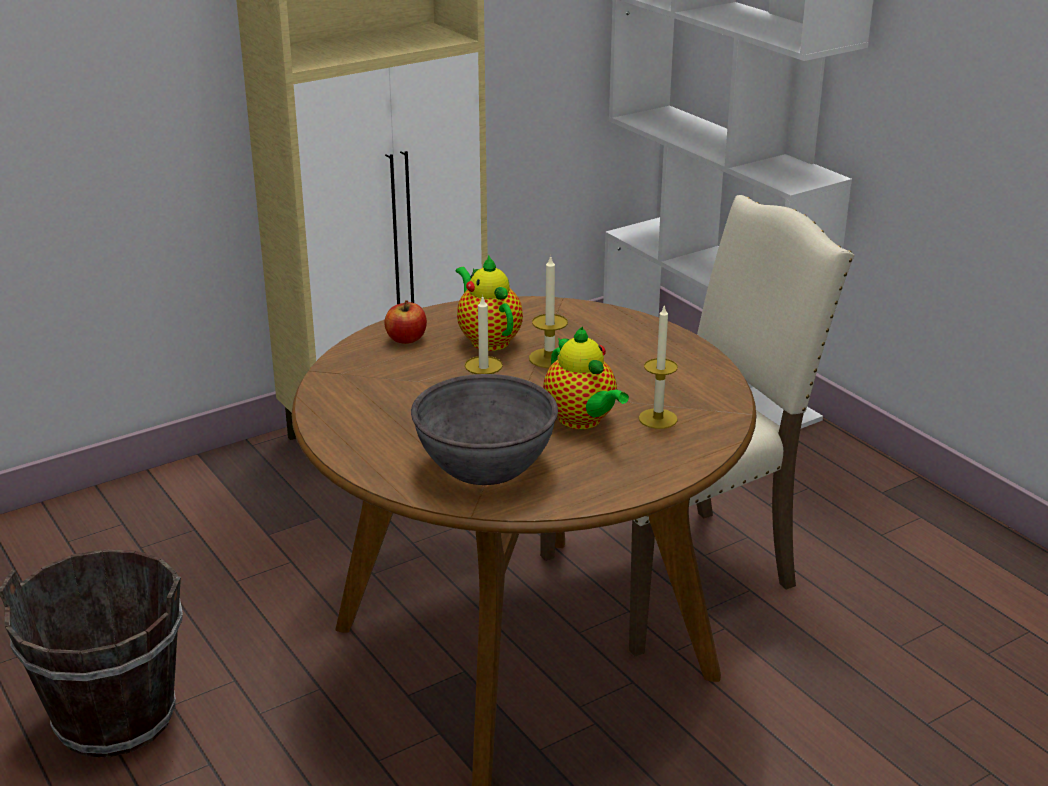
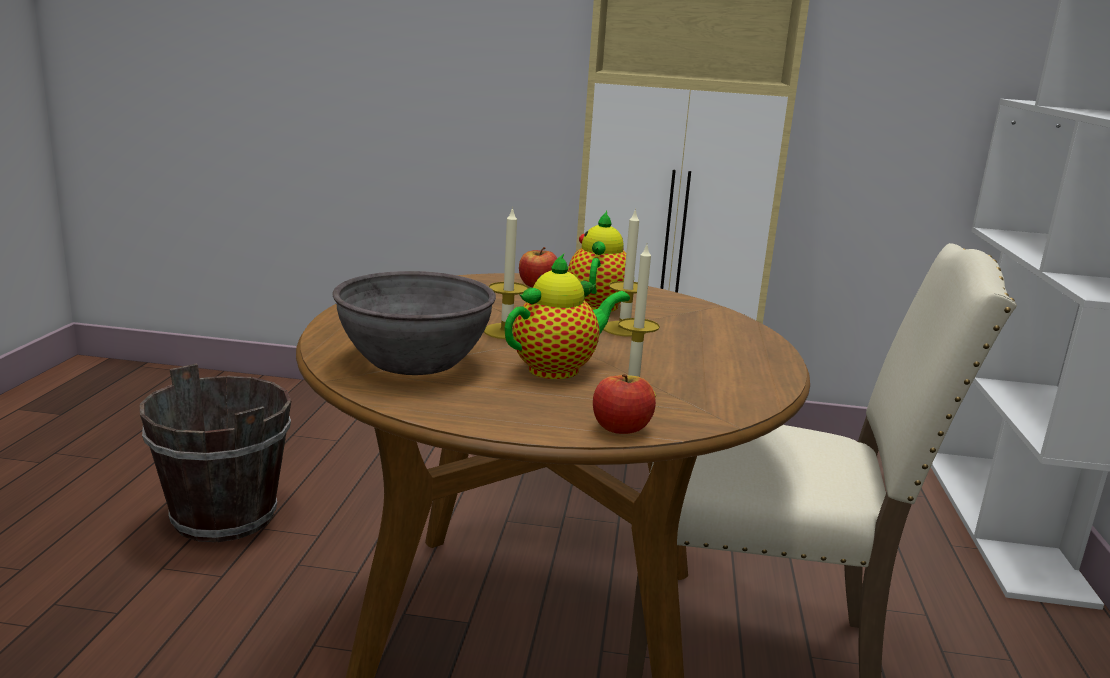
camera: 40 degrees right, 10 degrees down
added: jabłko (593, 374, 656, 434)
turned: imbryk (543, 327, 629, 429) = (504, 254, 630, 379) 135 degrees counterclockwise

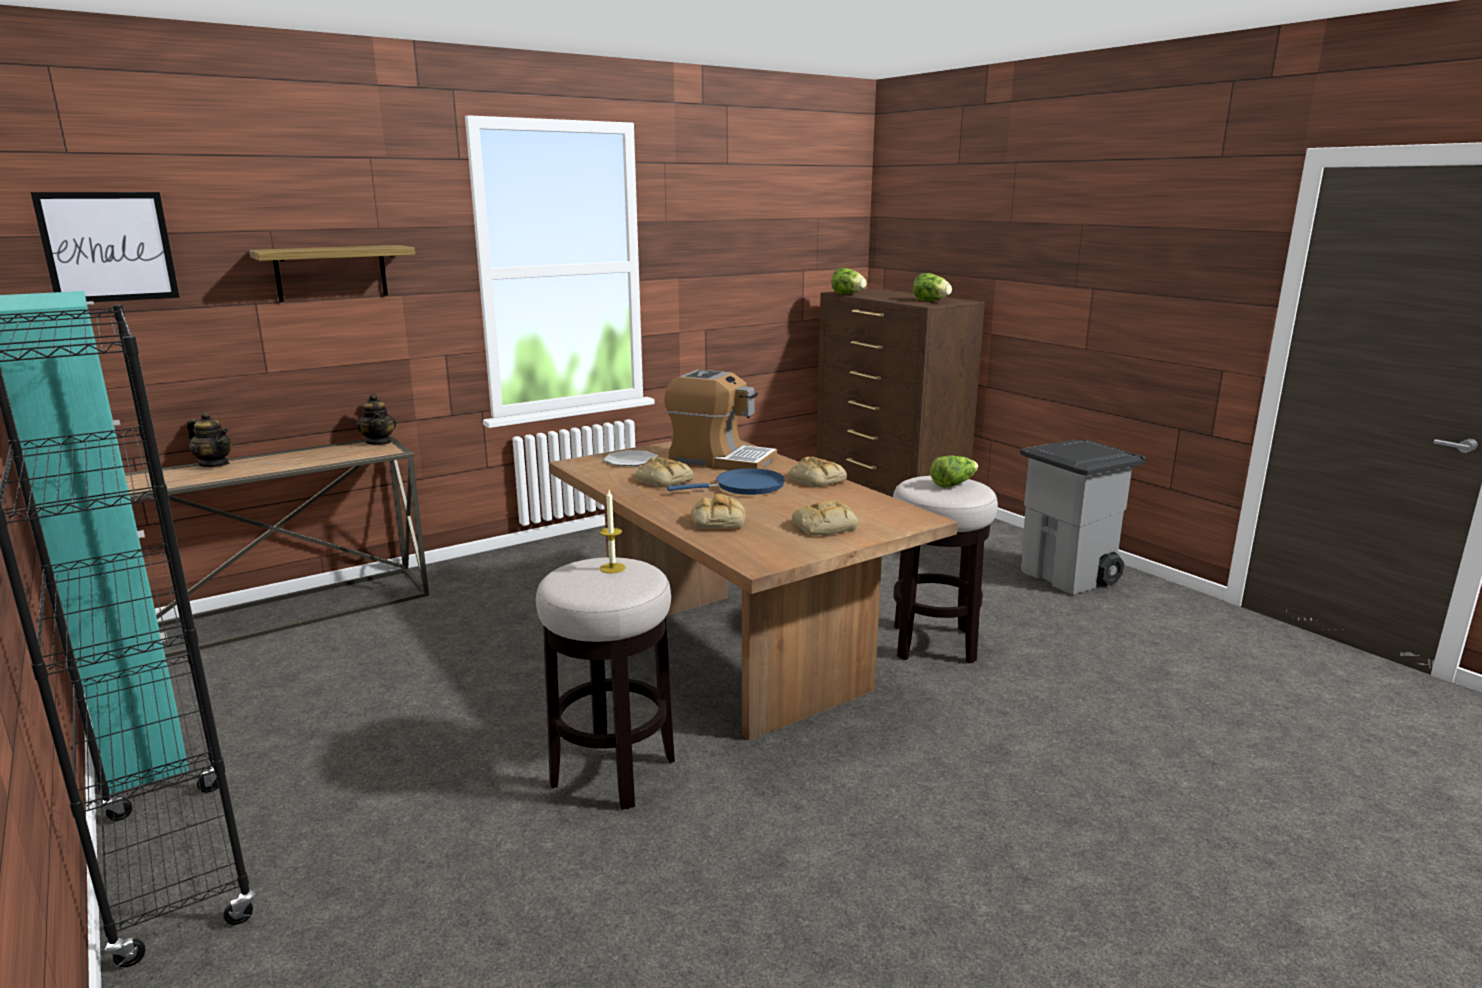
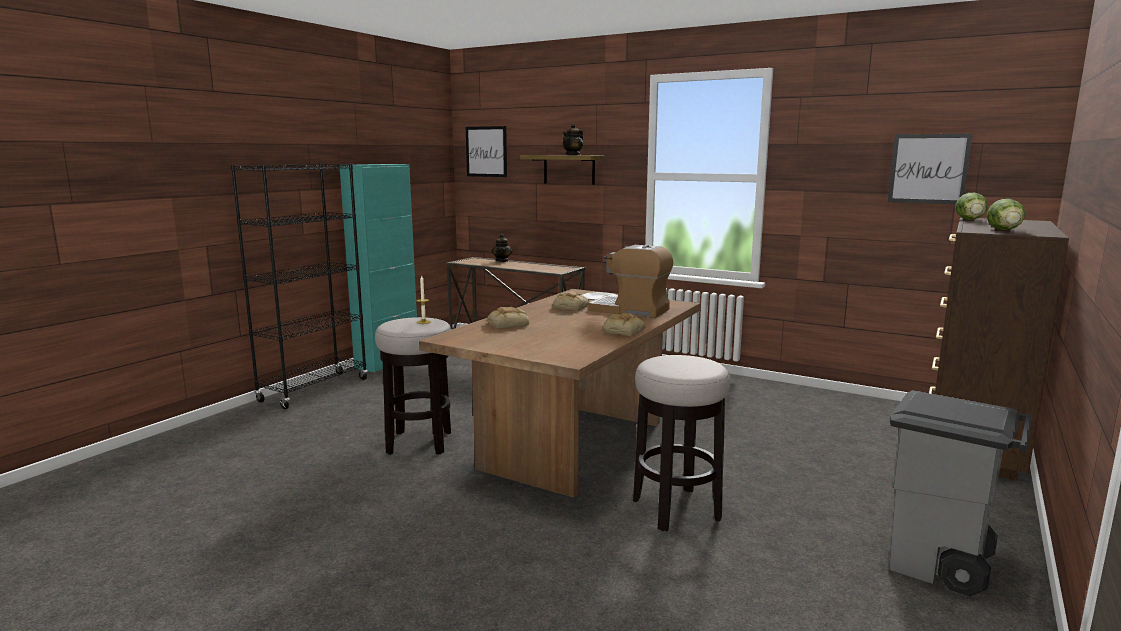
camera: 65 degrees right, 5 degrees down
removed: patelnia [niebieski] (667, 468, 785, 495); chleb (792, 500, 858, 536); sałata (930, 455, 978, 488)
added: obraz (888, 134, 973, 204)
moved: imbryk (356, 394, 396, 445) to (563, 124, 583, 155)
turned: ekspres do kawy (664, 370, 777, 470) = (588, 245, 673, 318) 120 degrees clockwise

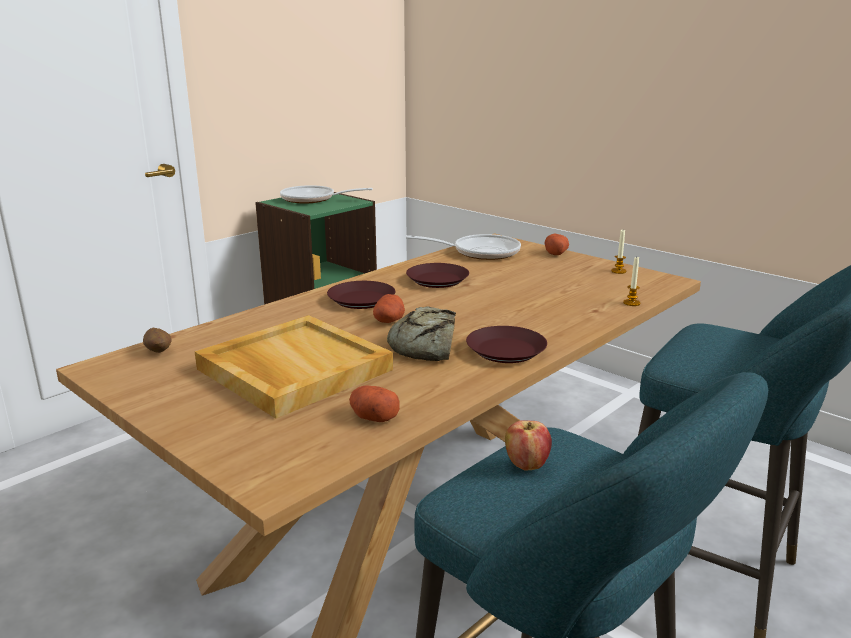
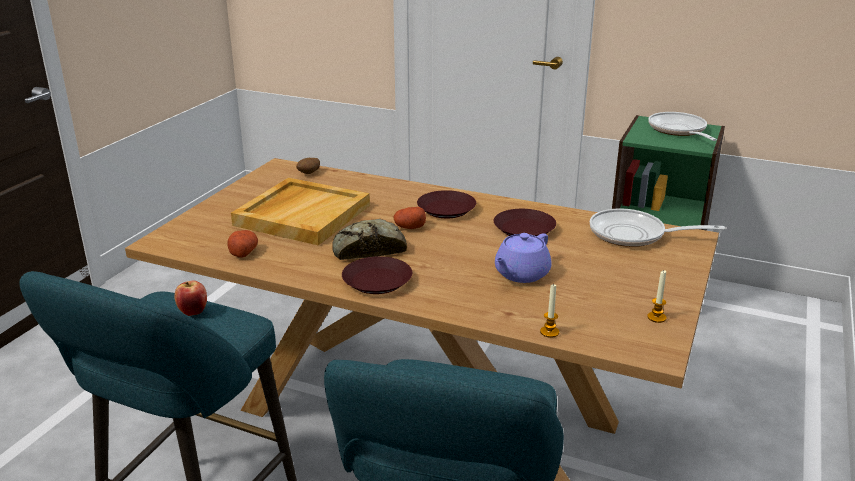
camera: 70 degrees right, 5 degrees up
removed: ziemniak (544, 234, 569, 255)
added: imbryk [fioletowy] (495, 233, 551, 283)
turned: patelnia (406, 234, 521, 260) = (590, 208, 725, 247) 120 degrees clockwise

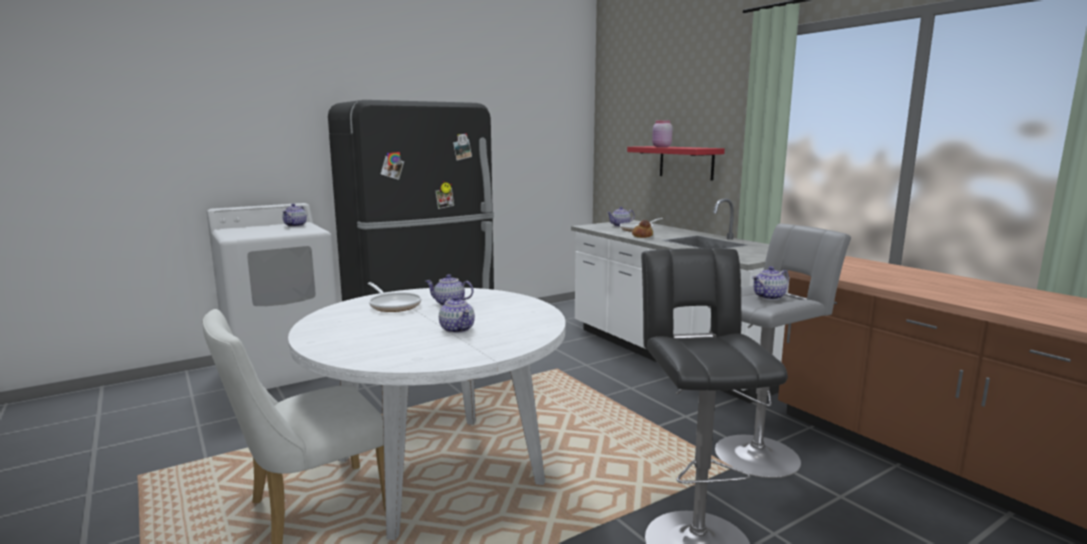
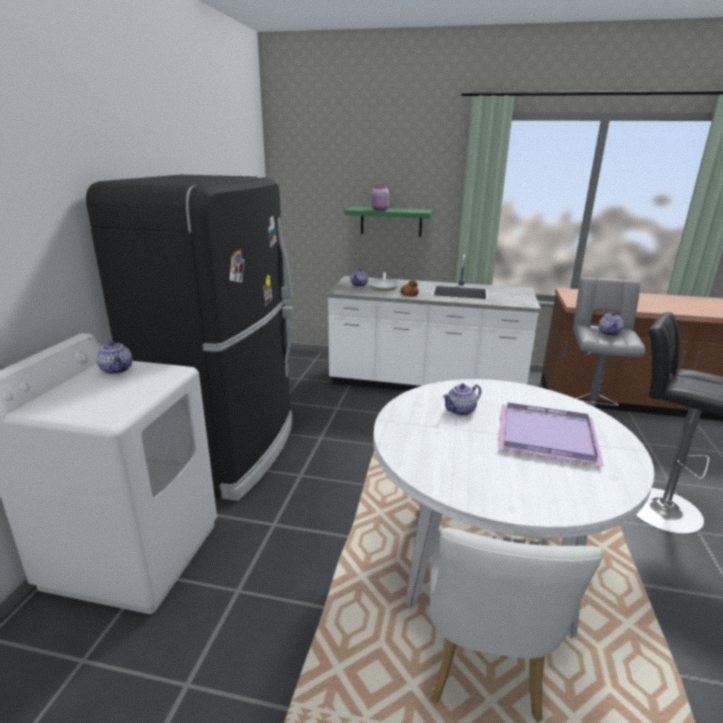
camera: 45 degrees left, 10 degrees up
removed: patelnia (368, 282, 422, 312)
replaced: imbryk (439, 296, 475, 333) to taca [fioletowy] (498, 403, 604, 466)
recoloured: półka [czerwony] (627, 146, 725, 181) to półka [zielony] (344, 207, 433, 237)

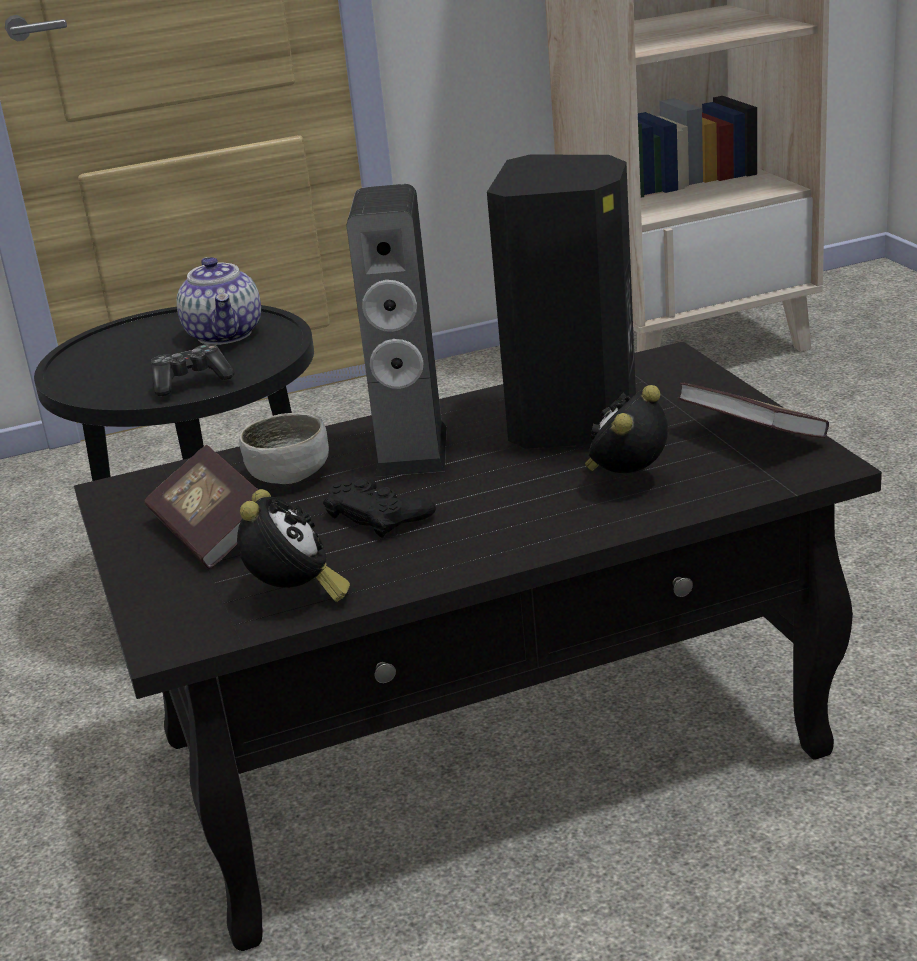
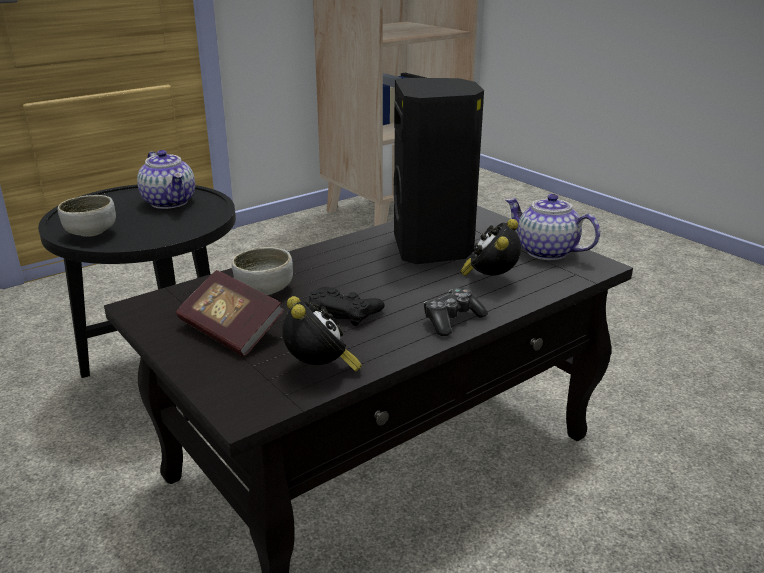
camera: 20 degrees left, 0 degrees up
removed: głośnik (347, 184, 447, 477)
added: miska (58, 195, 116, 237)
moved: pad do gier (151, 344, 235, 396) to (423, 288, 488, 336)
replaced: książka (677, 383, 829, 438) to imbryk (505, 194, 600, 260)

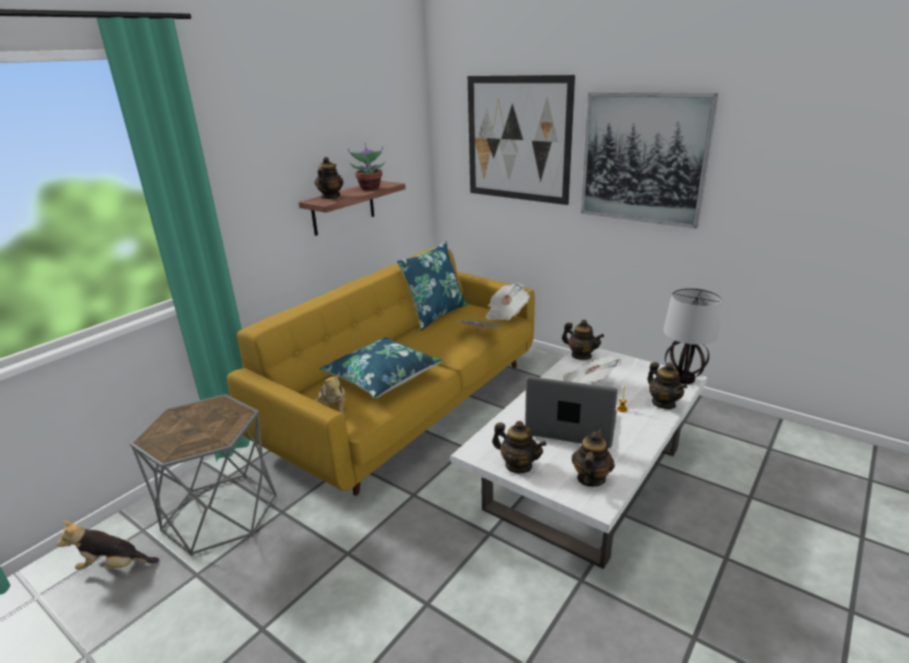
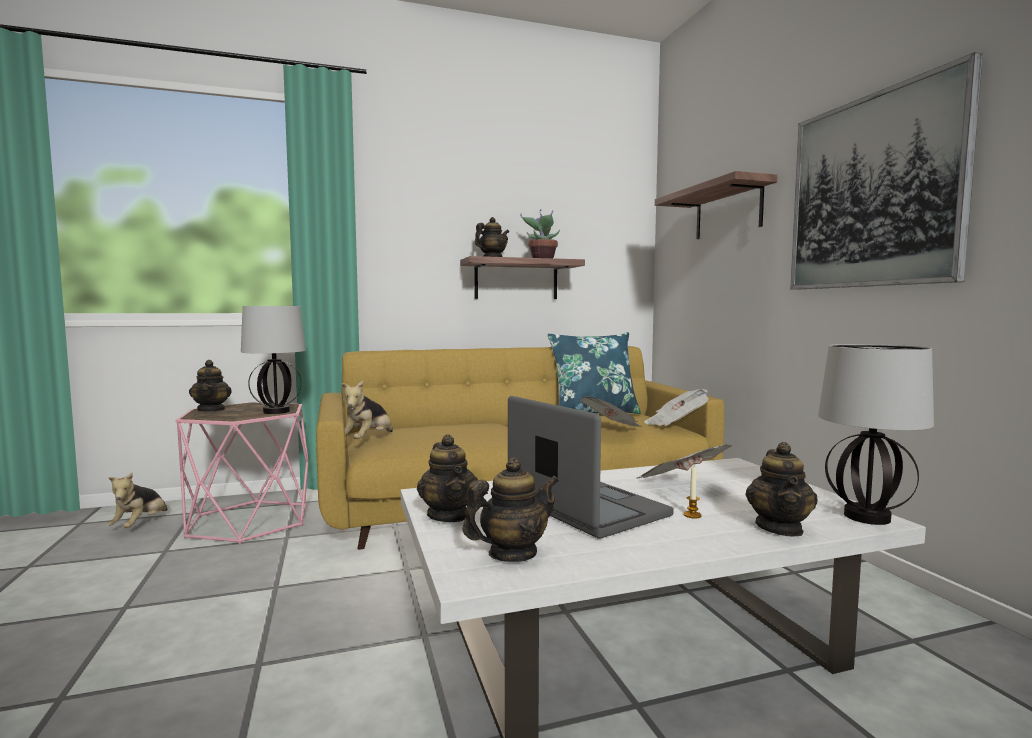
camera: 35 degrees right, 20 degrees down
removed: poduszka [niebieski] (320, 338, 443, 398)
added: lampa stołowa (241, 306, 306, 414)
moved: imbryk (562, 320, 604, 360) to (189, 360, 232, 412)
replaced: obraz (468, 75, 575, 205) to półka (655, 171, 778, 239)
recoloured: stolik [szary] (129, 394, 277, 556) to stolik [różowy] (176, 402, 309, 544)
turned: pluszak (57, 521, 159, 570) = (107, 473, 168, 528) 120 degrees counterclockwise

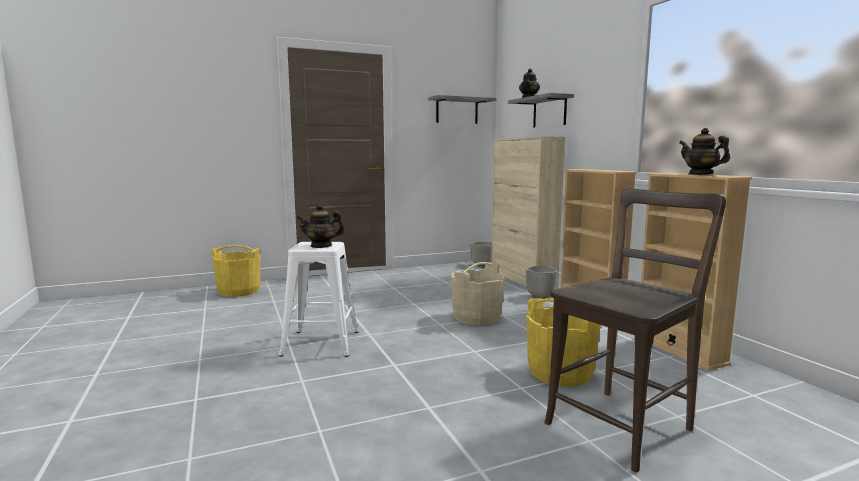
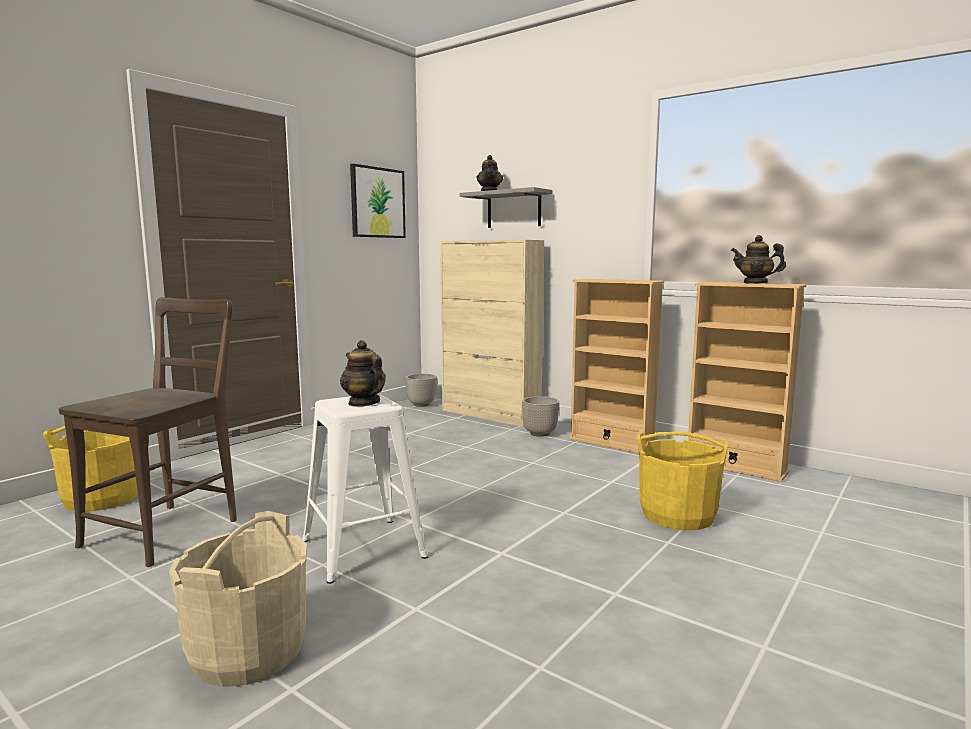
camera: 30 degrees left, 0 degrees up
moved: wiadro [beżowy] (451, 262, 505, 325) to (169, 511, 307, 687); krzesło [brązowy] (544, 188, 726, 472) to (59, 297, 237, 567)
replaced: półka [szary] (428, 95, 496, 124) to obraz (350, 164, 406, 238)
turned: imbryk (297, 204, 345, 248) = (340, 340, 386, 407) 90 degrees clockwise

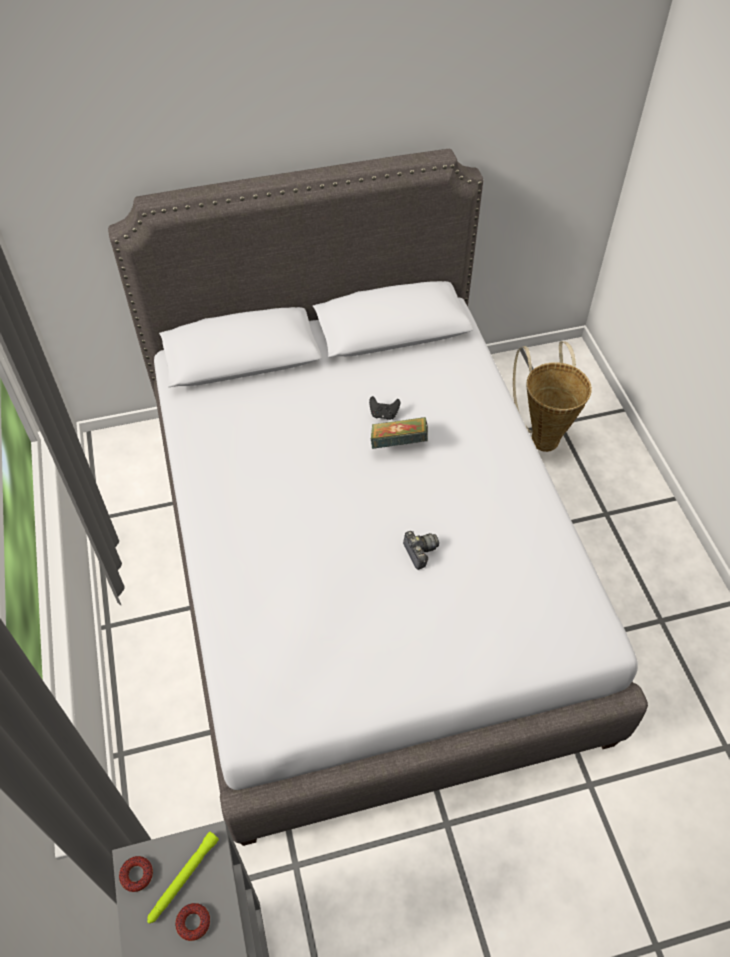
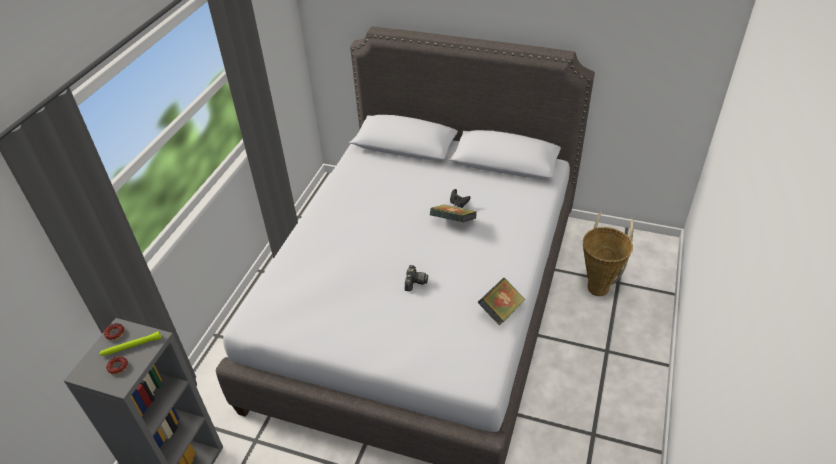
camera: 35 degrees right, 10 degrees down
added: książka (478, 278, 526, 326)

